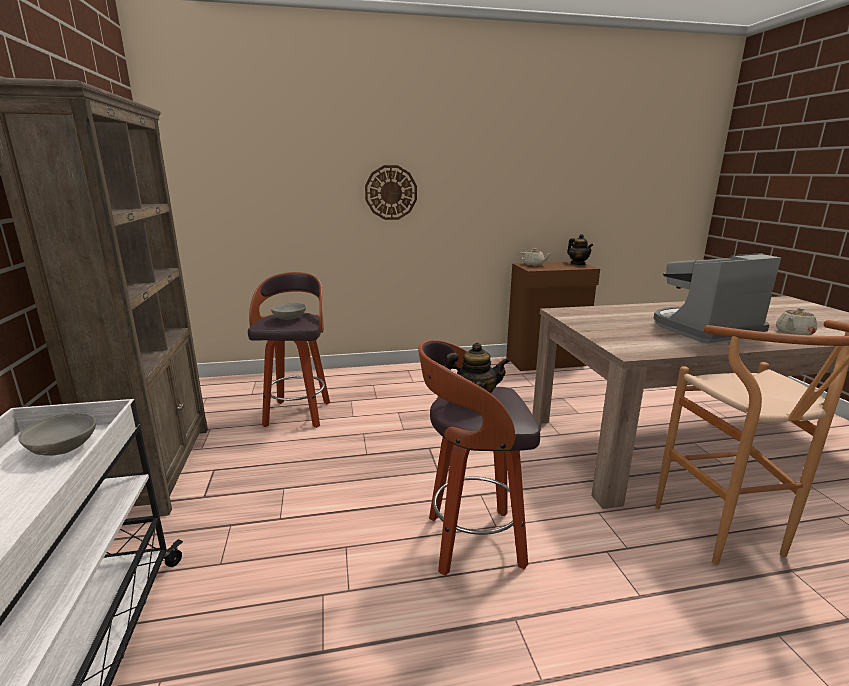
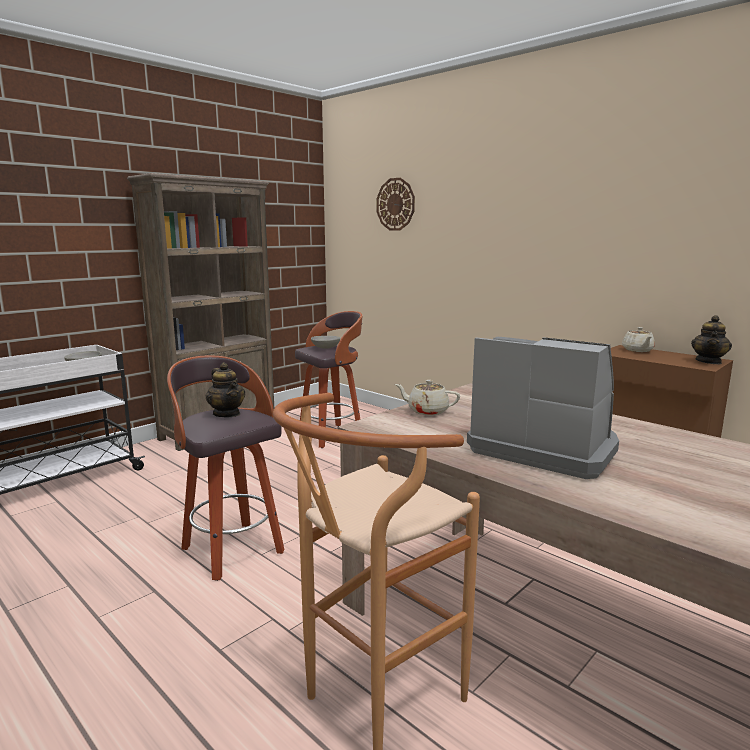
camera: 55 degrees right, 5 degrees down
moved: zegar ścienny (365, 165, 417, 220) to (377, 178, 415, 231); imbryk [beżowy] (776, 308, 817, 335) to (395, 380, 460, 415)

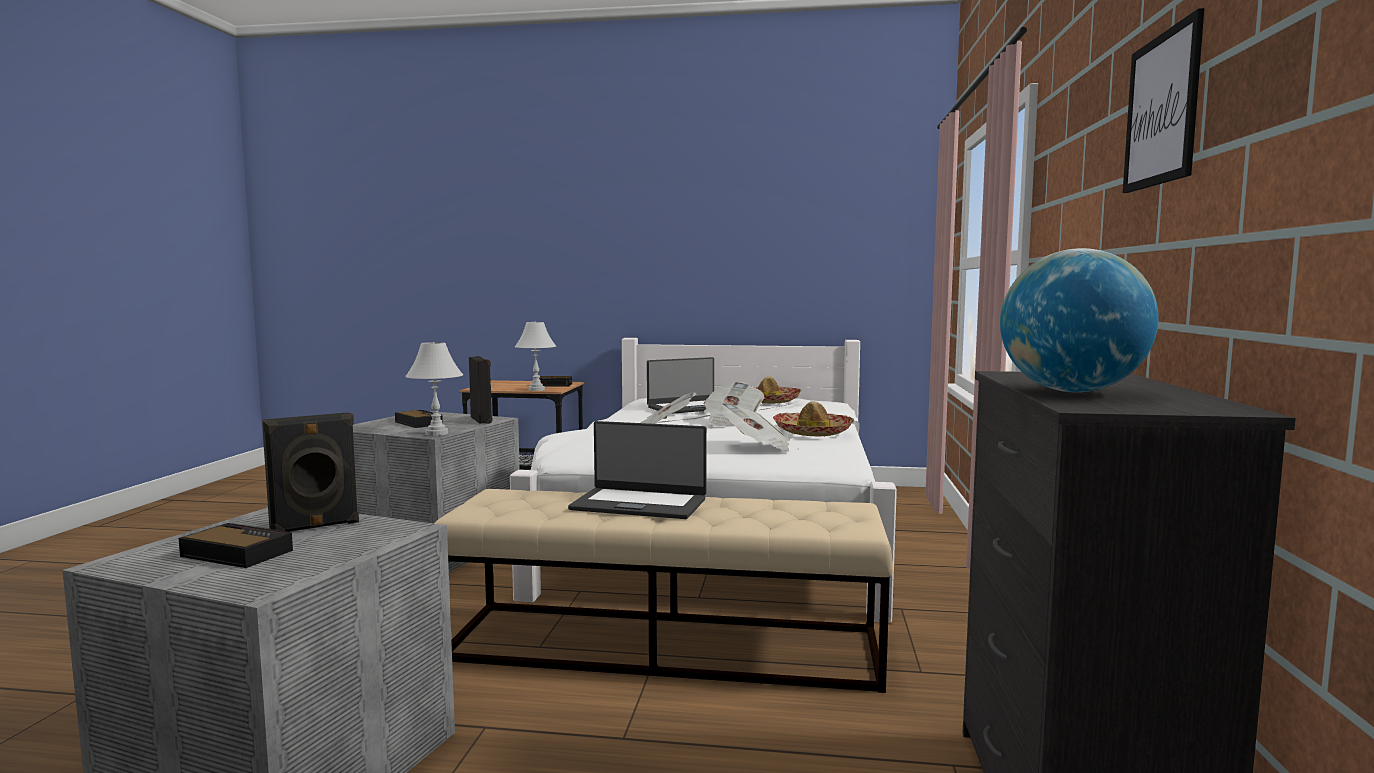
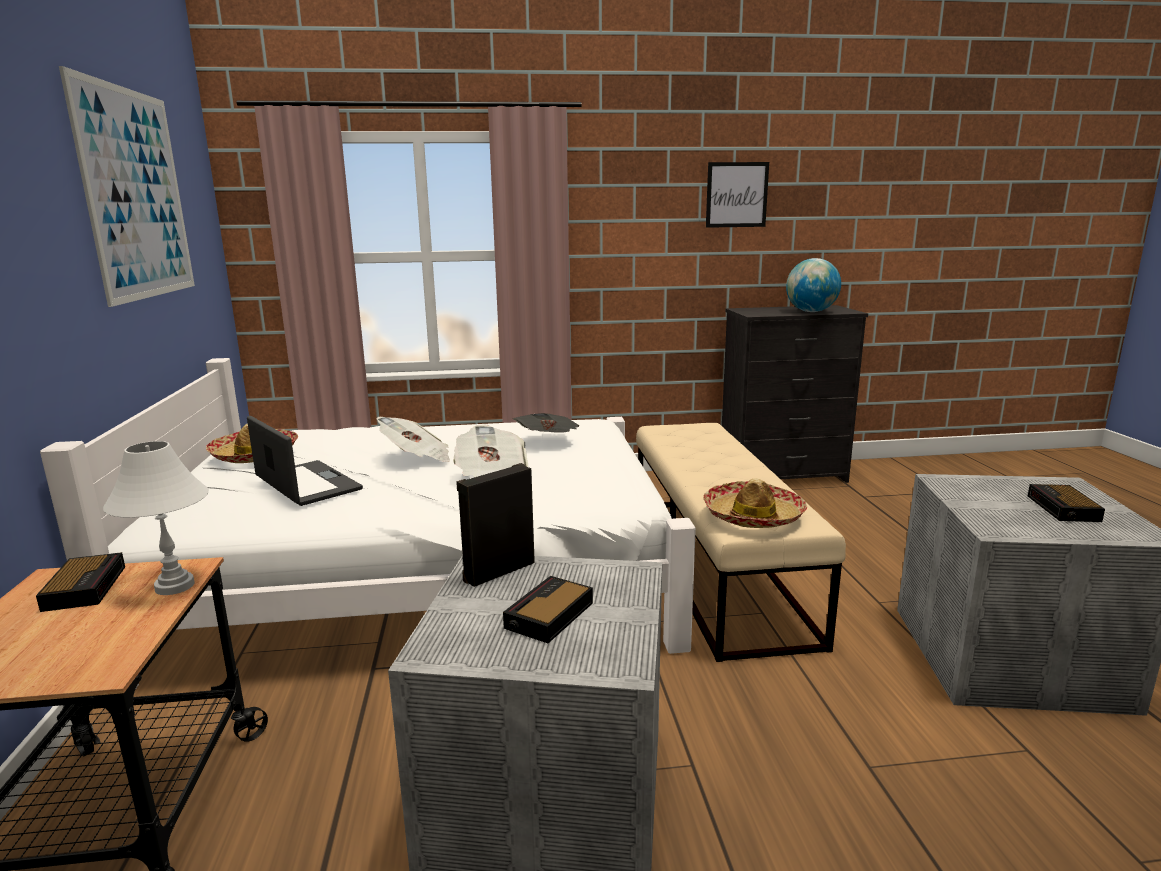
camera: 105 degrees left, 10 degrees up
removed: głośnik [czarny] (262, 412, 359, 532); lampa stołowa [biały] (405, 342, 463, 436); laptop (568, 421, 707, 519)
added: obraz (59, 66, 195, 307)
moved: kapelusz (773, 401, 854, 436) to (703, 478, 807, 528)

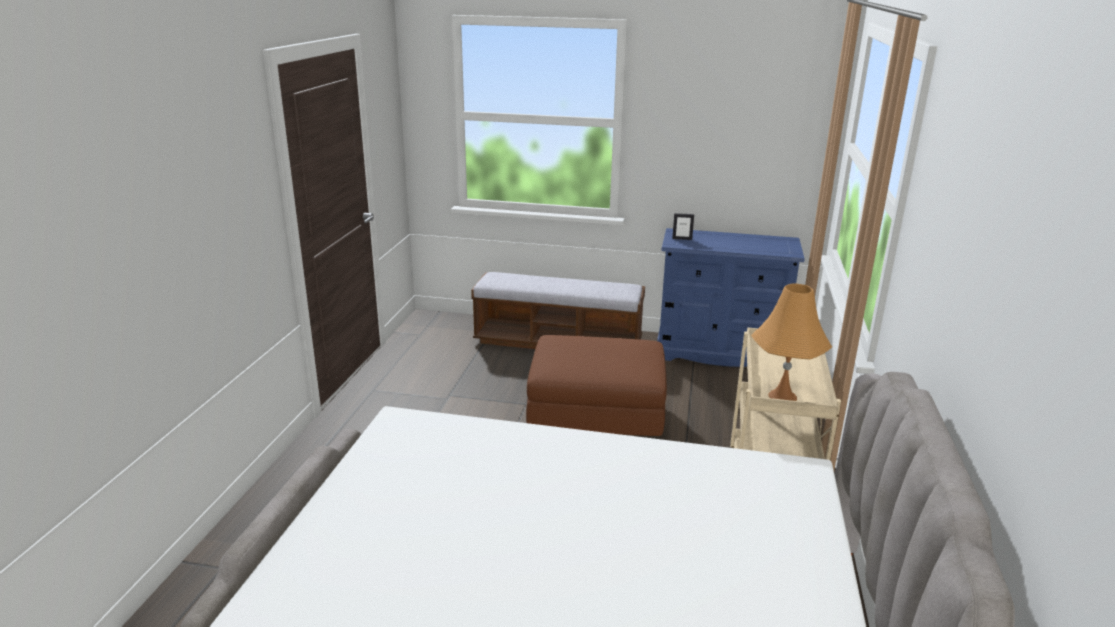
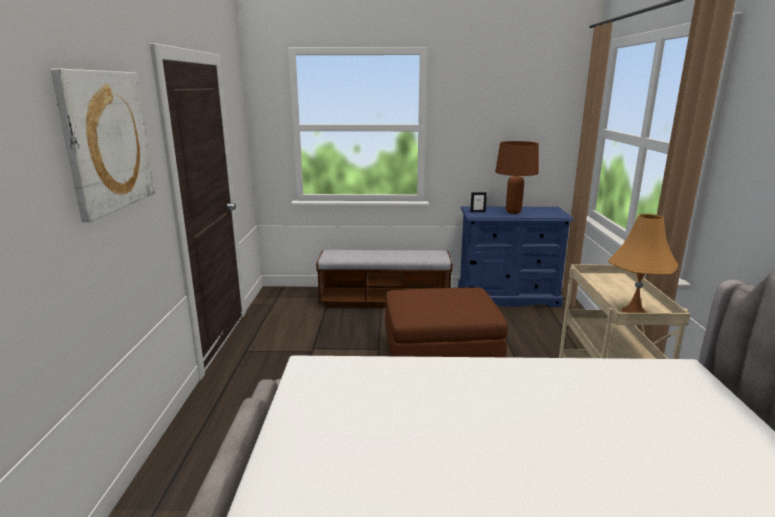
camera: 10 degrees left, 5 degrees down
added: obraz (50, 69, 155, 222); lampa stołowa [brązowy] (495, 141, 539, 214)

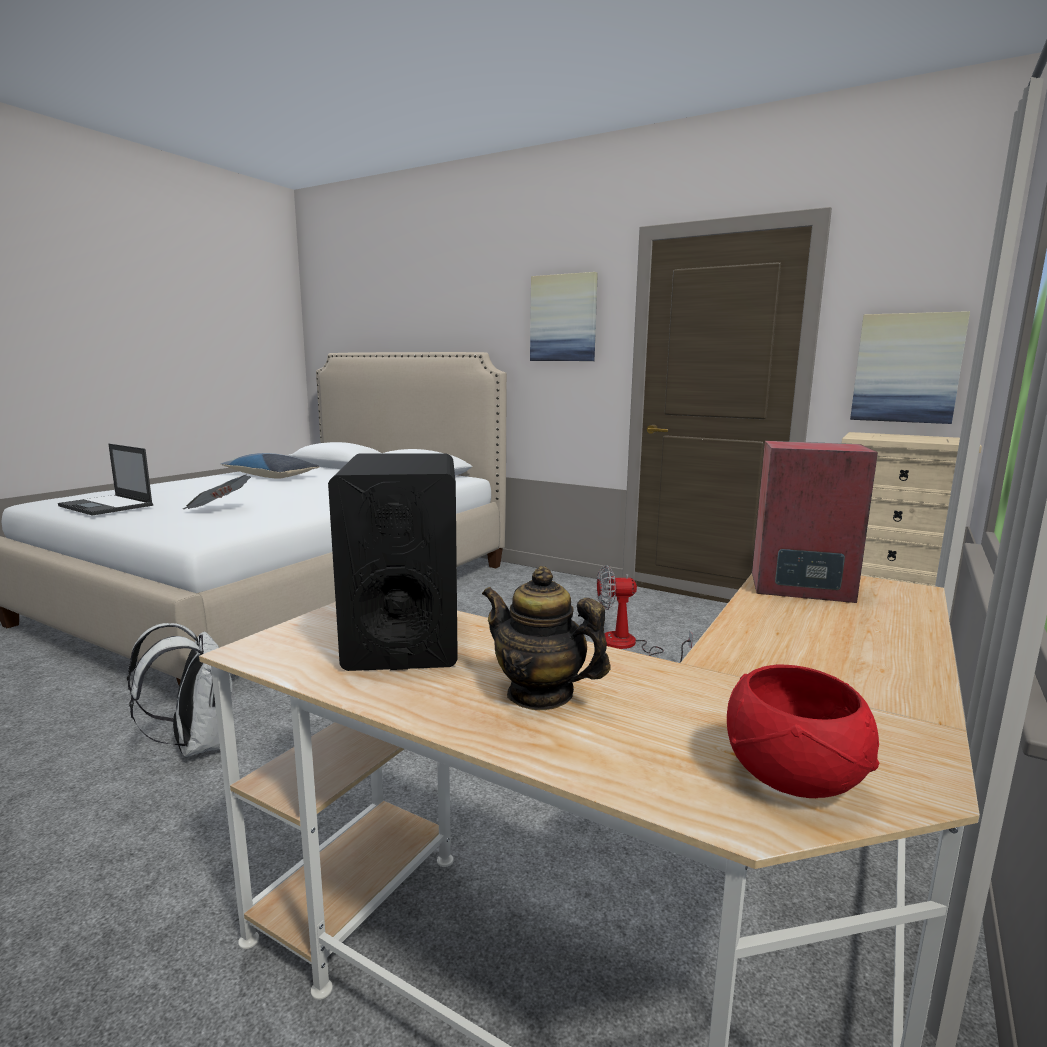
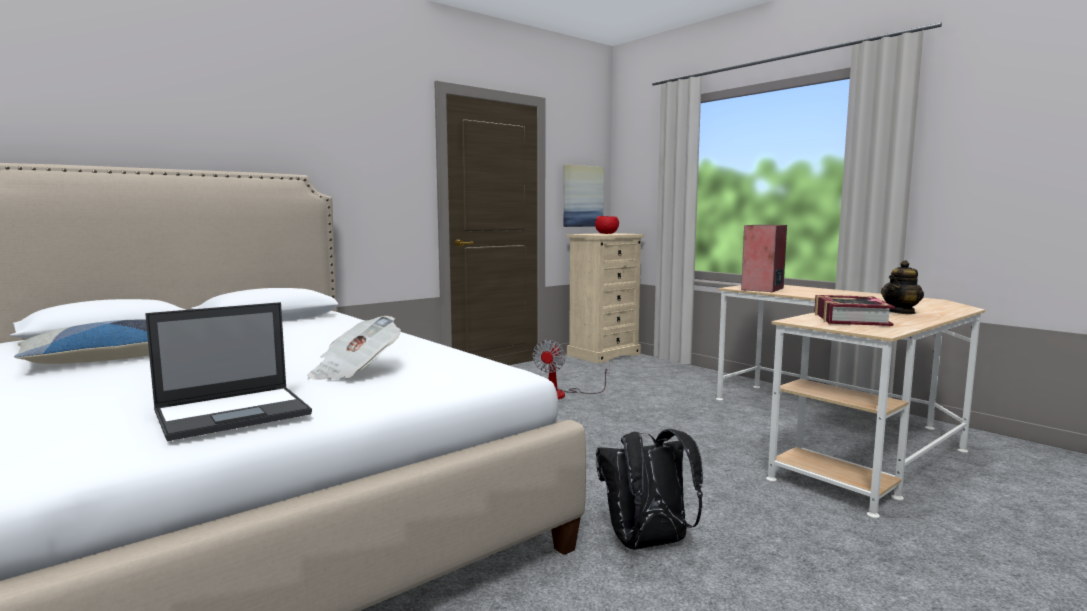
camera: 70 degrees left, 5 degrees down
removed: obraz (530, 272, 598, 361)
moved: miska [czerwony] (727, 664, 879, 798) to (595, 216, 619, 234)
replaced: głośnik [czarny] (328, 453, 458, 671) to książka (814, 295, 895, 326)
recoloured: plecak [biały] (127, 623, 233, 757) to plecak [czarny] (596, 429, 703, 550)

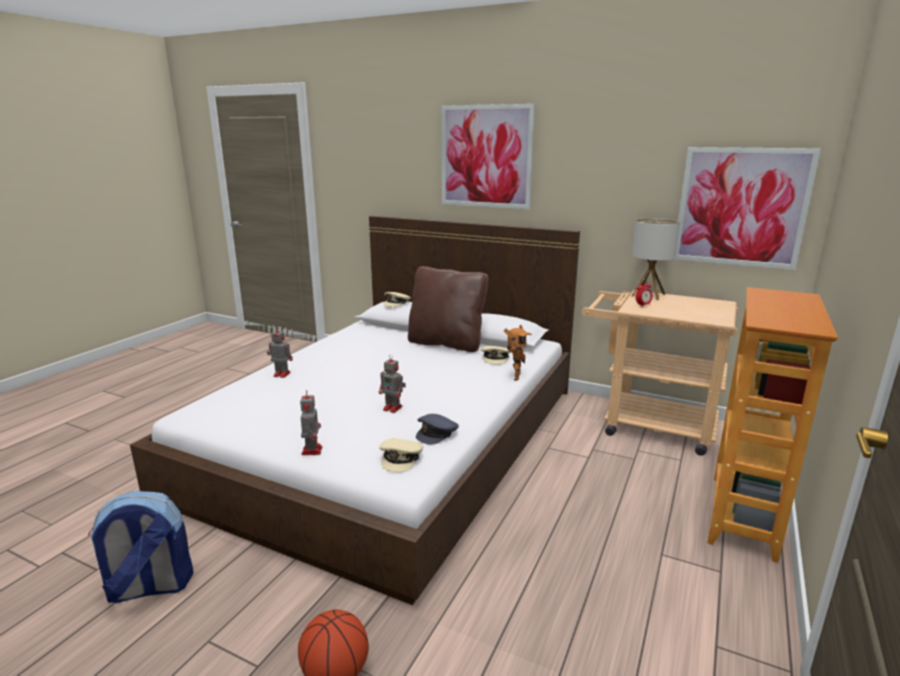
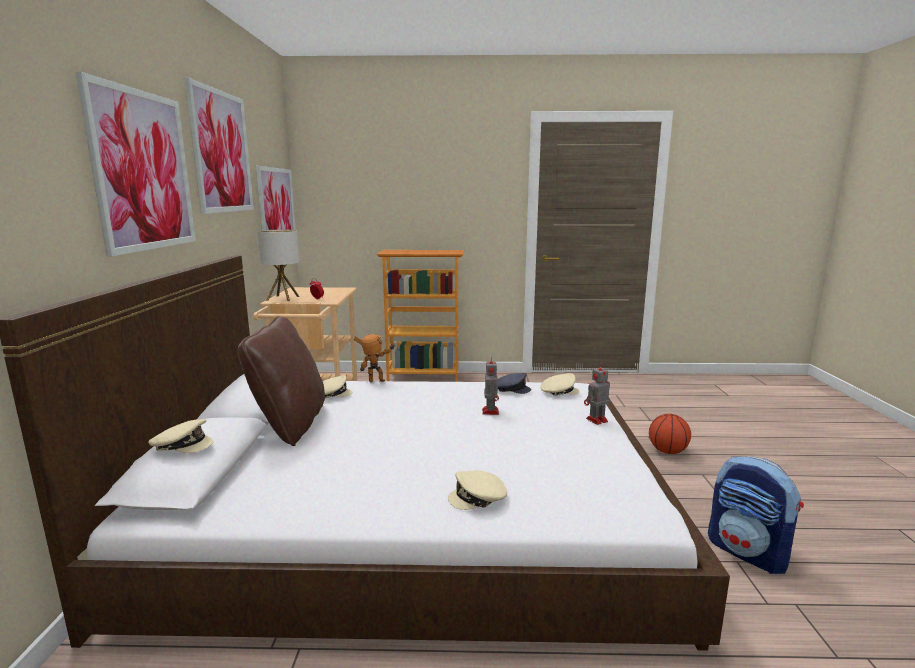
camera: 115 degrees left, 5 degrees down
added: obraz (185, 77, 254, 214)
replaced: robot zabawkowy (267, 326, 293, 378) to czapka z daszkiem [beżowy] (448, 471, 507, 510)

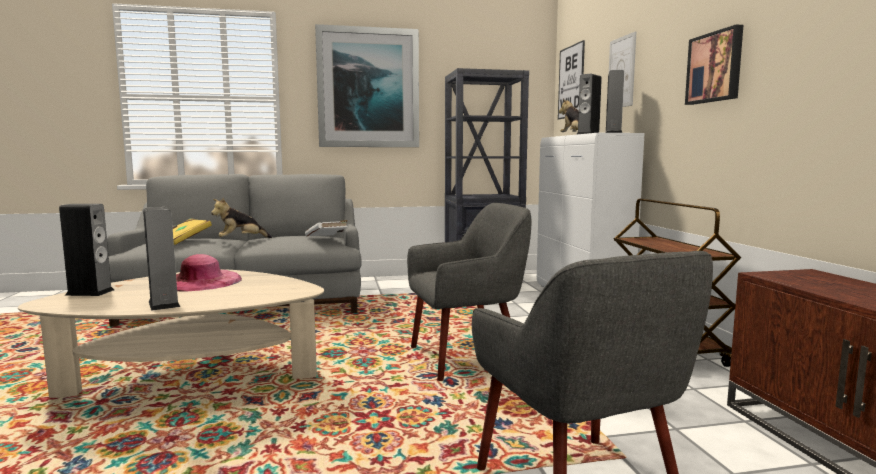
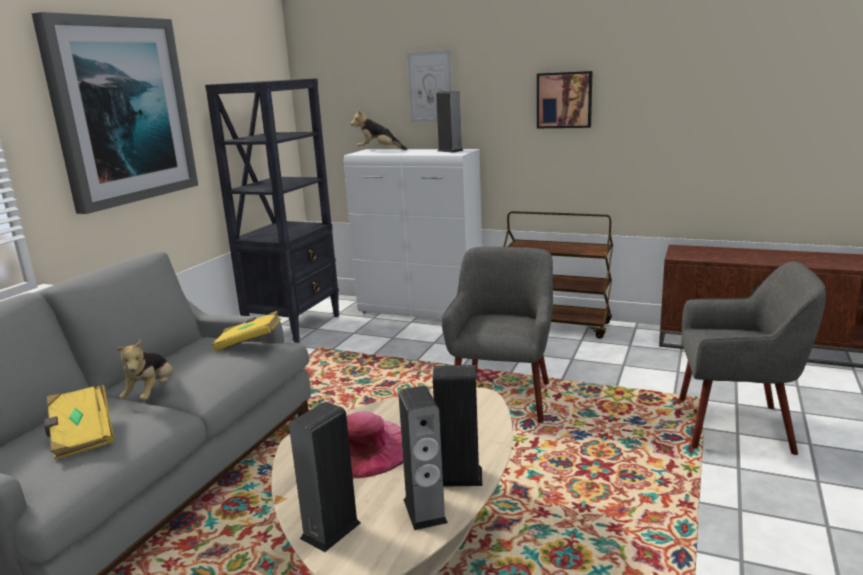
camera: 55 degrees left, 10 degrees up
removed: obraz (558, 40, 585, 119)
moved: głośnik (576, 74, 602, 135) to (398, 386, 448, 530)
recoloured: książka [biały] (305, 220, 348, 236) to książka [żółty] (212, 311, 281, 351)

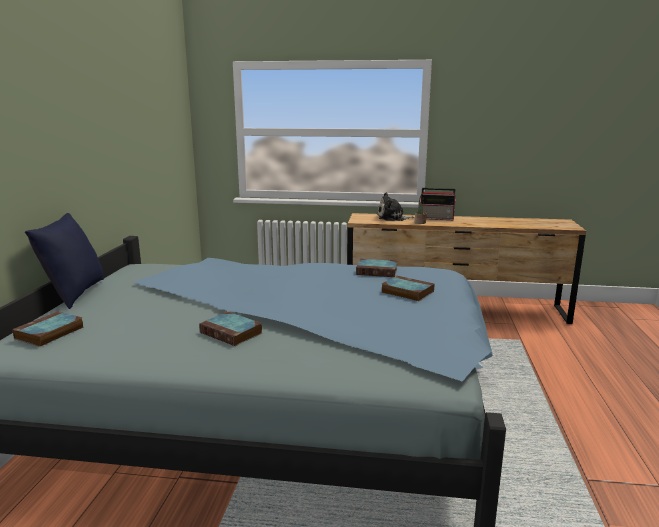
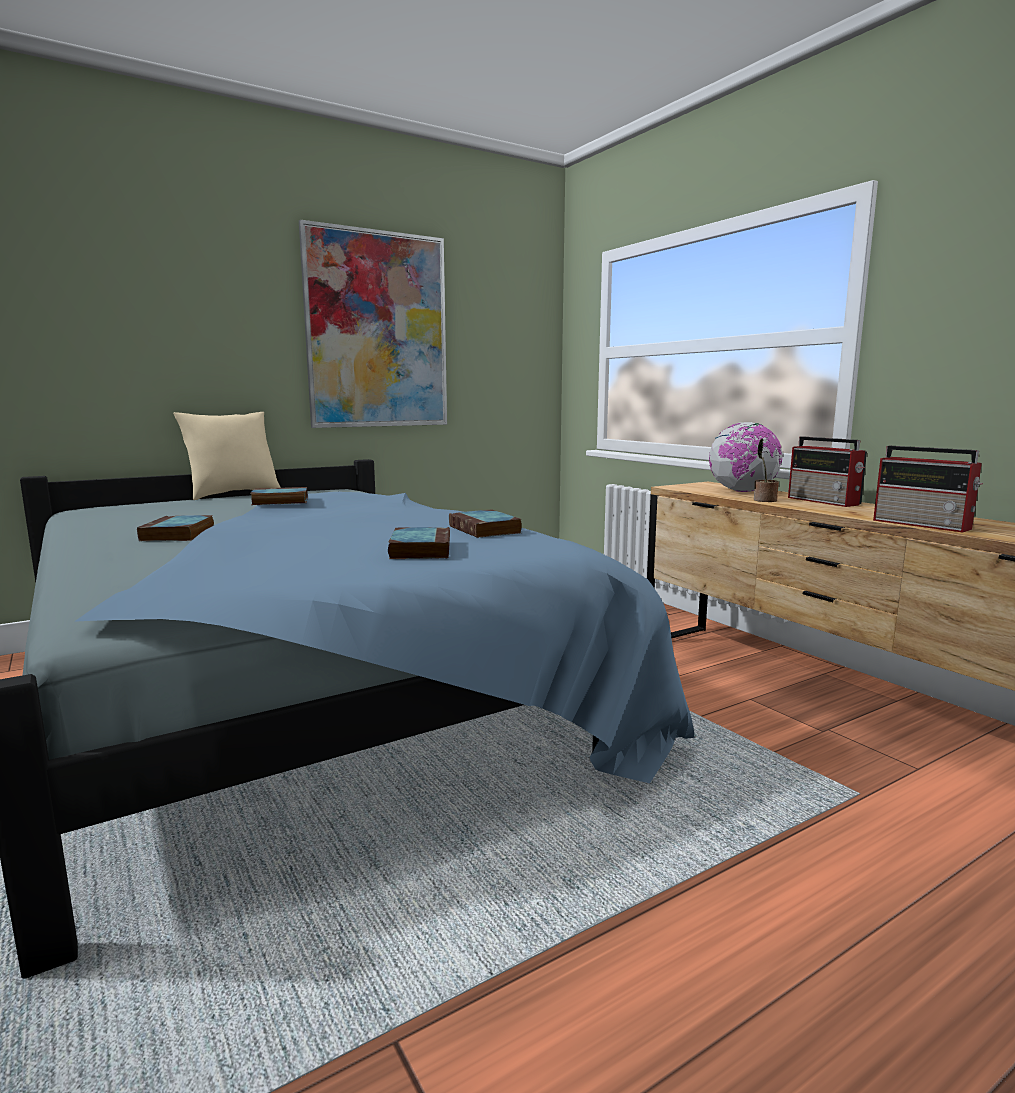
camera: 50 degrees right, 5 degrees down
added: obraz (299, 220, 447, 428); radio (873, 446, 983, 532)
moved: książka (12, 311, 84, 347) to (250, 487, 308, 505)
replaced: pluszak (377, 192, 414, 221) to globus (709, 422, 783, 492)
recoloured: poduszka [niebieski] (25, 213, 104, 309) to poduszka [beżowy] (173, 412, 281, 500)

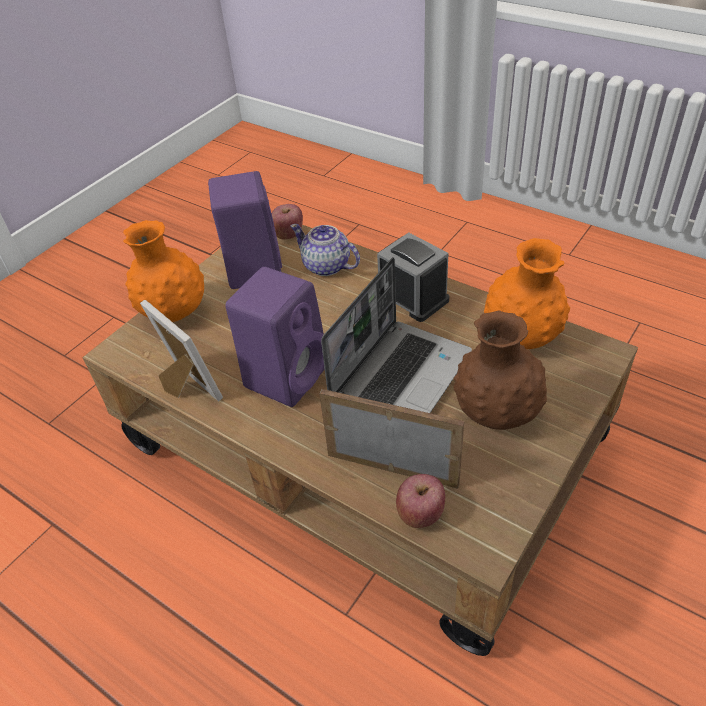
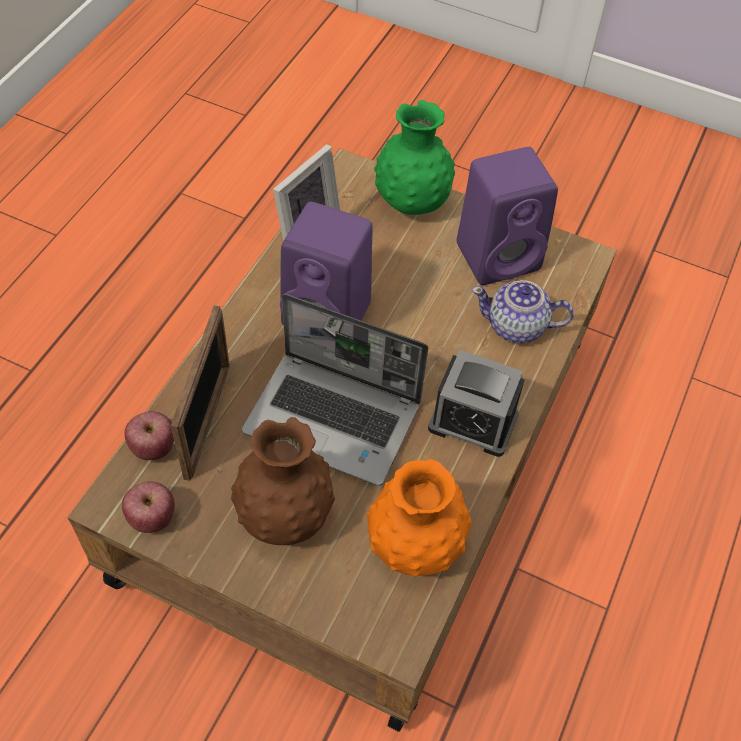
camera: 75 degrees right, 10 degrees up
moved: jabłko (272, 204, 303, 239) to (122, 481, 175, 533)
recoloured: wazon [pomarańczowy] (123, 220, 204, 322) to wazon [zielony] (374, 100, 455, 215)
turned: imbryk (290, 224, 360, 276) = (472, 280, 574, 343) 105 degrees counterclockwise; budzik (377, 233, 449, 322) = (428, 350, 525, 457) 75 degrees clockwise

